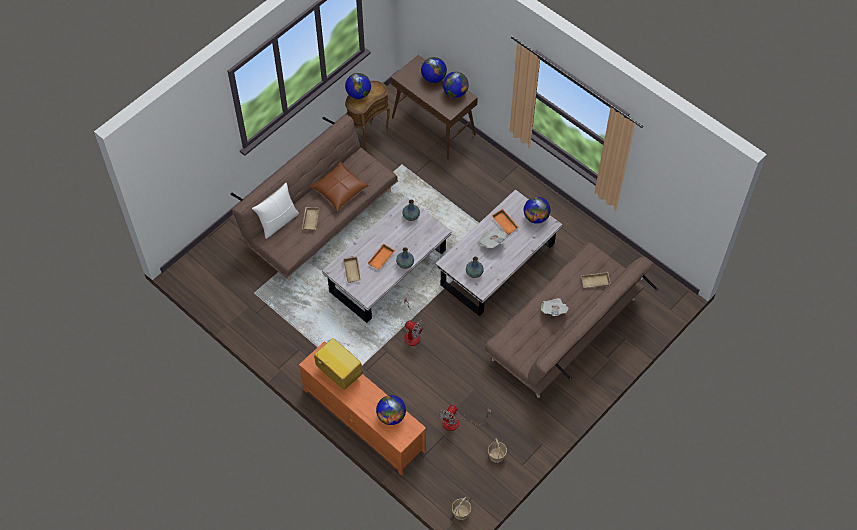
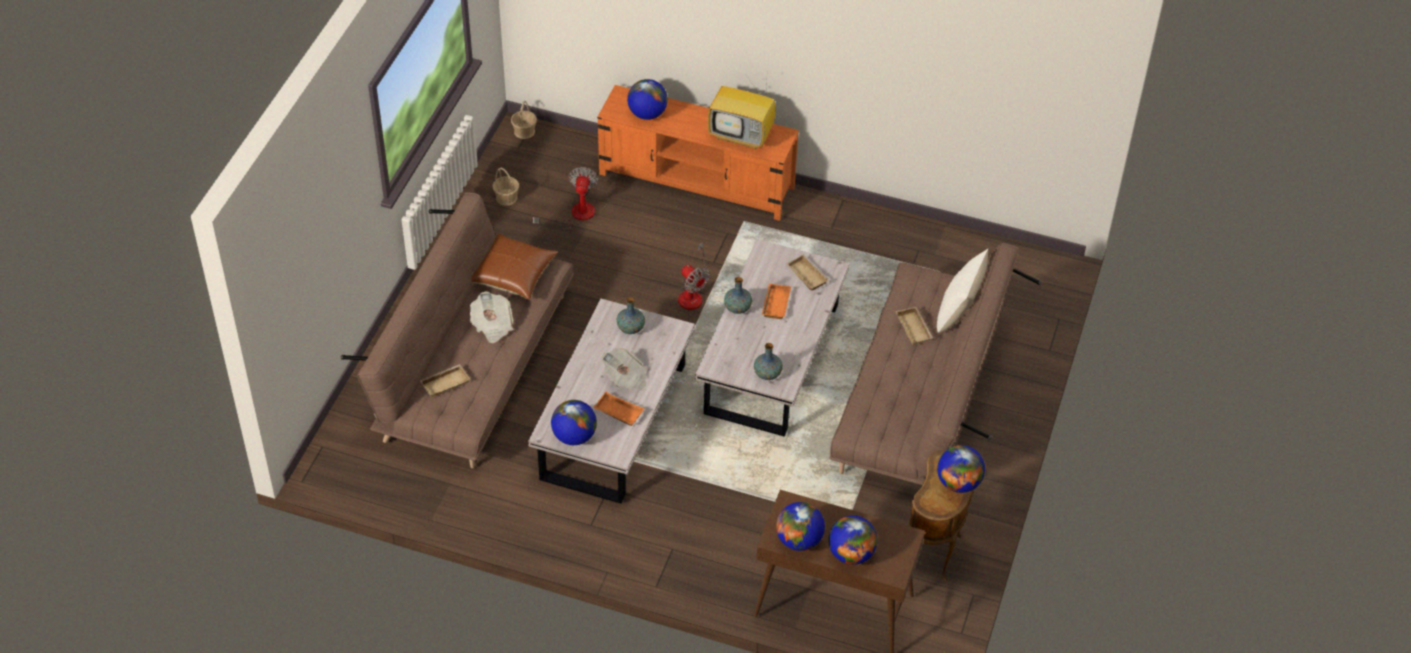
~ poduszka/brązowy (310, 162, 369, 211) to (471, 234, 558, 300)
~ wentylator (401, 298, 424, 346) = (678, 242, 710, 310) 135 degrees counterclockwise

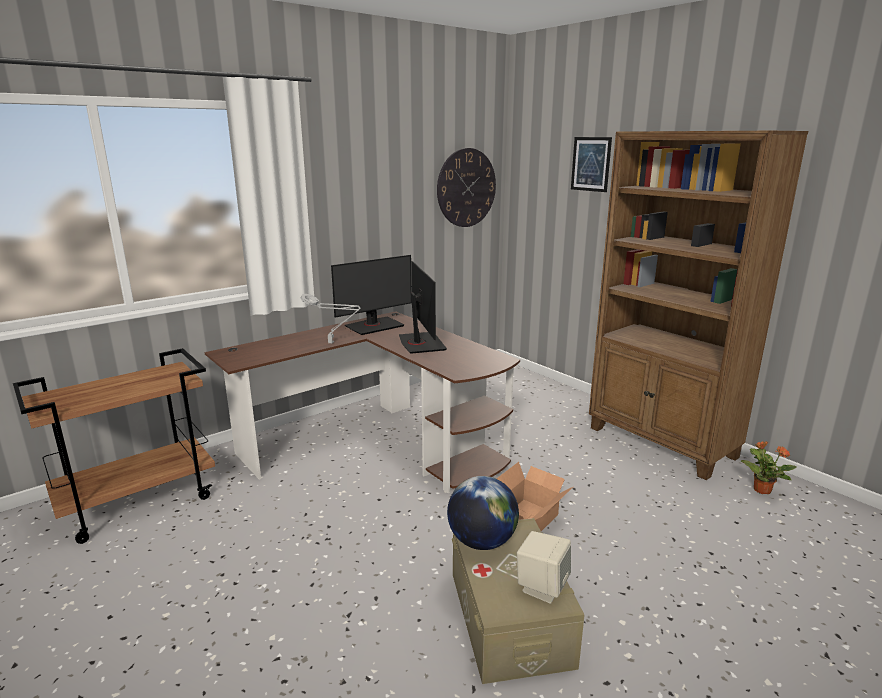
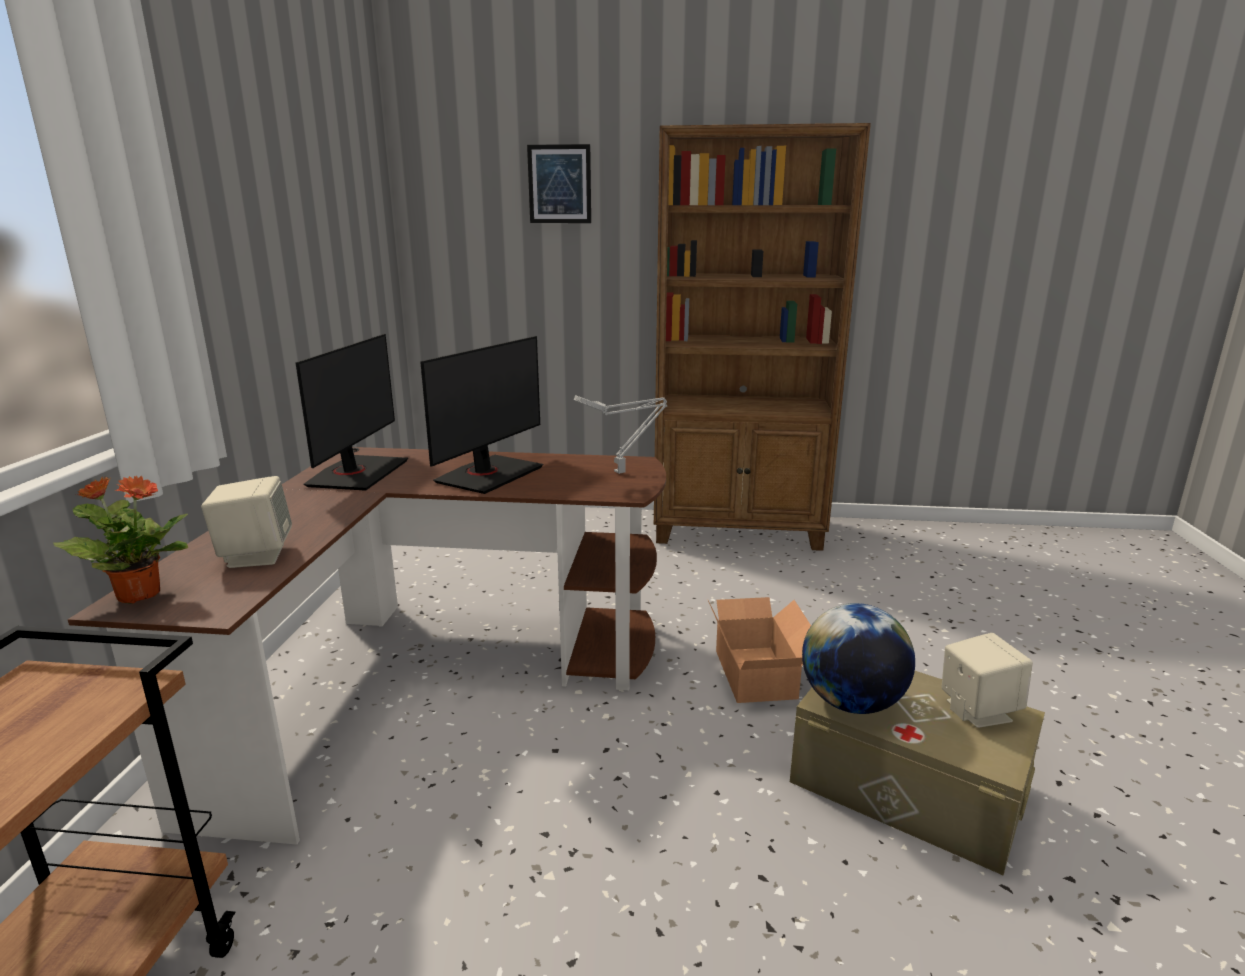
- zegar ścienny (437, 148, 496, 227)
~ monitor (399, 261, 447, 354) = (420, 336, 544, 494) 90 degrees clockwise
~ lampa stołowa/szary (300, 294, 361, 343) to (574, 395, 667, 474)
~ roślina doniczkowa (741, 441, 797, 494) to (53, 476, 188, 604)
+ głośnik/beżowy (201, 476, 292, 568)

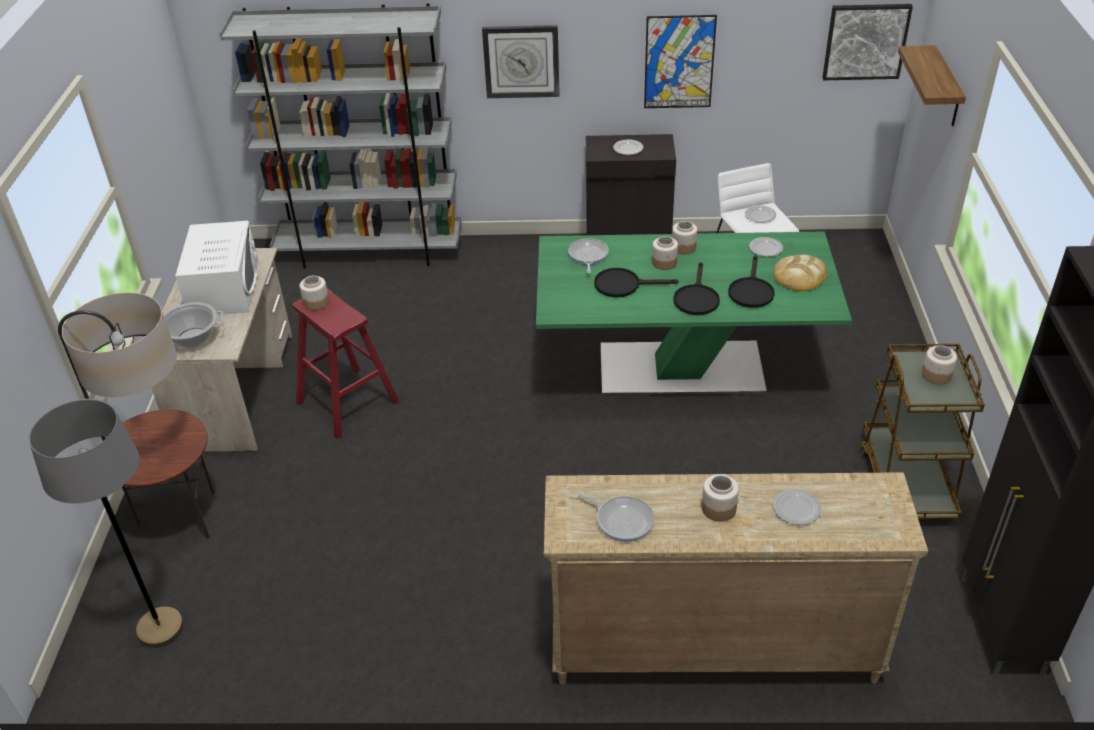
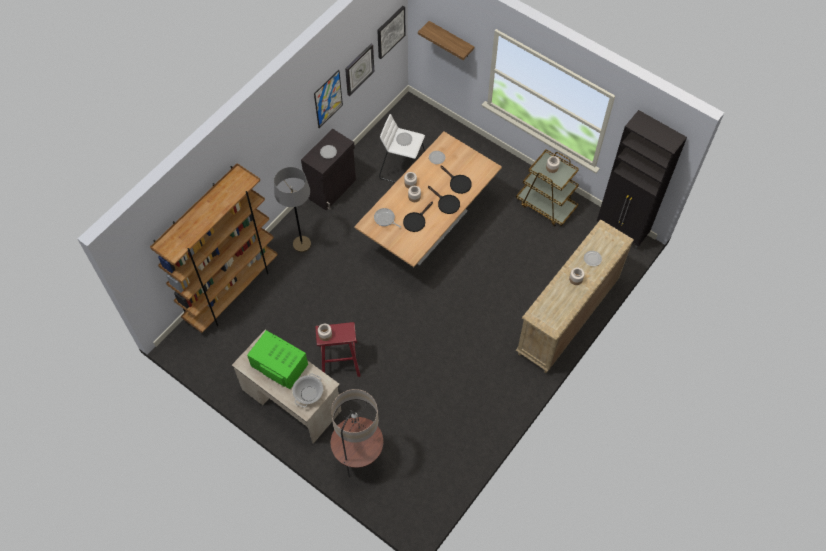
~ regał/szary (219, 3, 461, 268) to regał/brązowy (150, 163, 278, 333)
~ zegar ścienny (482, 25, 560, 98) to (345, 44, 374, 96)
~ mikrofalówka/biały (175, 221, 259, 315) to mikrofalówka/zielony (247, 330, 308, 389)
~ stół jadalny/zielony (536, 231, 852, 396) to stół jadalny/beżowy (354, 132, 502, 267)
- chleb (773, 255, 828, 291)
~ lampa stojąca/szary (29, 399, 184, 648) to (274, 167, 312, 253)
- patelnia (577, 491, 655, 542)

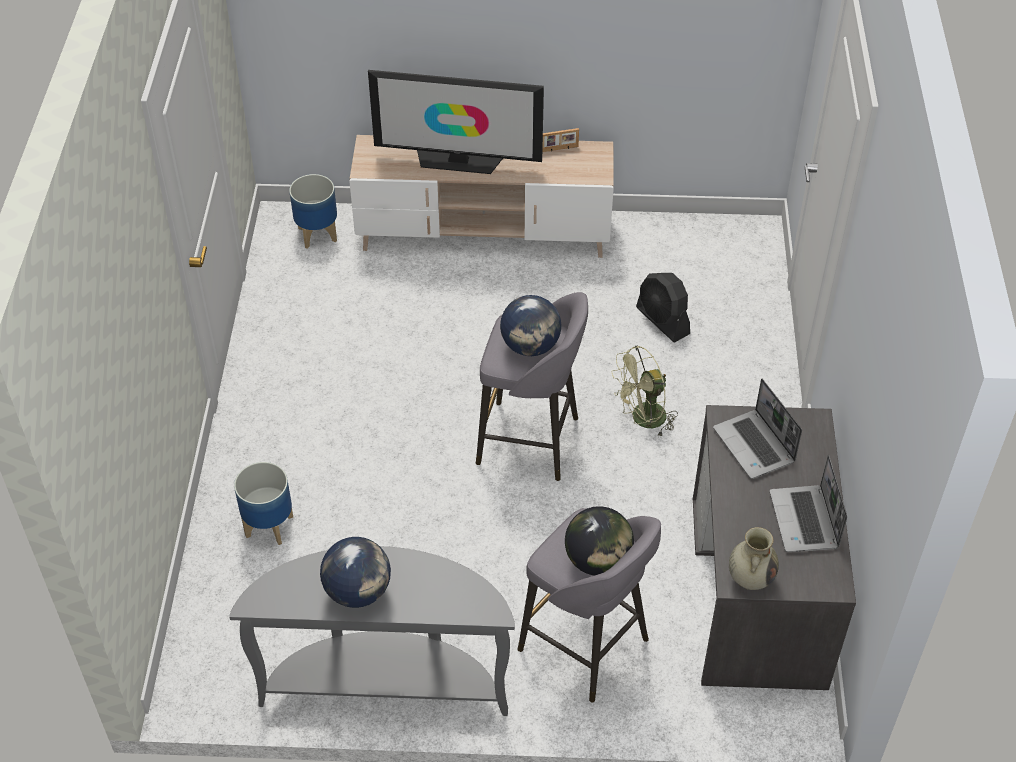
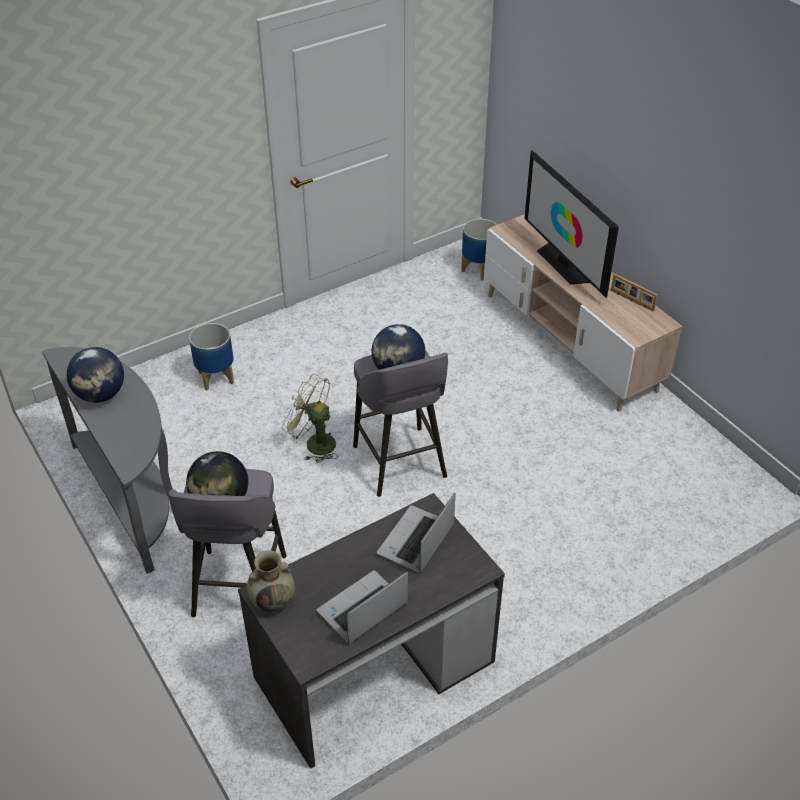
- wentylator/czarny (636, 273, 690, 342)
~ wentylator/zielony (612, 345, 678, 437) to (282, 374, 338, 463)

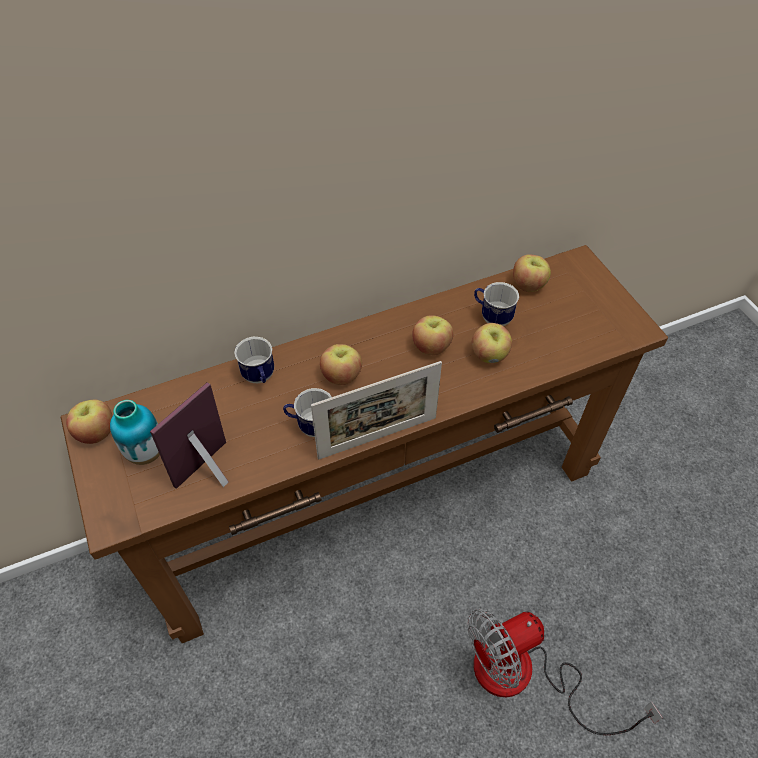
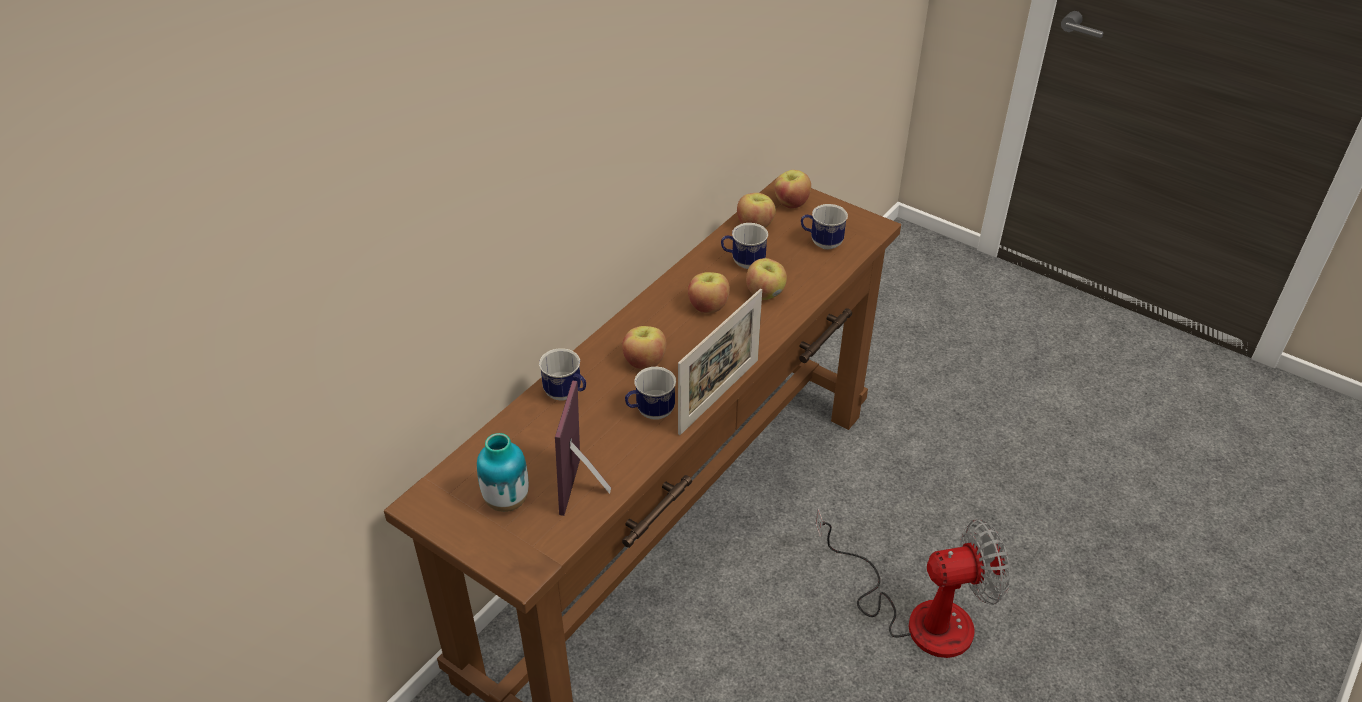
~ jabłko (66, 400, 112, 444) to (774, 170, 811, 209)
~ wentylator (468, 609, 663, 735) = (816, 509, 1010, 658) 135 degrees counterclockwise
+ kubek (801, 204, 848, 250)

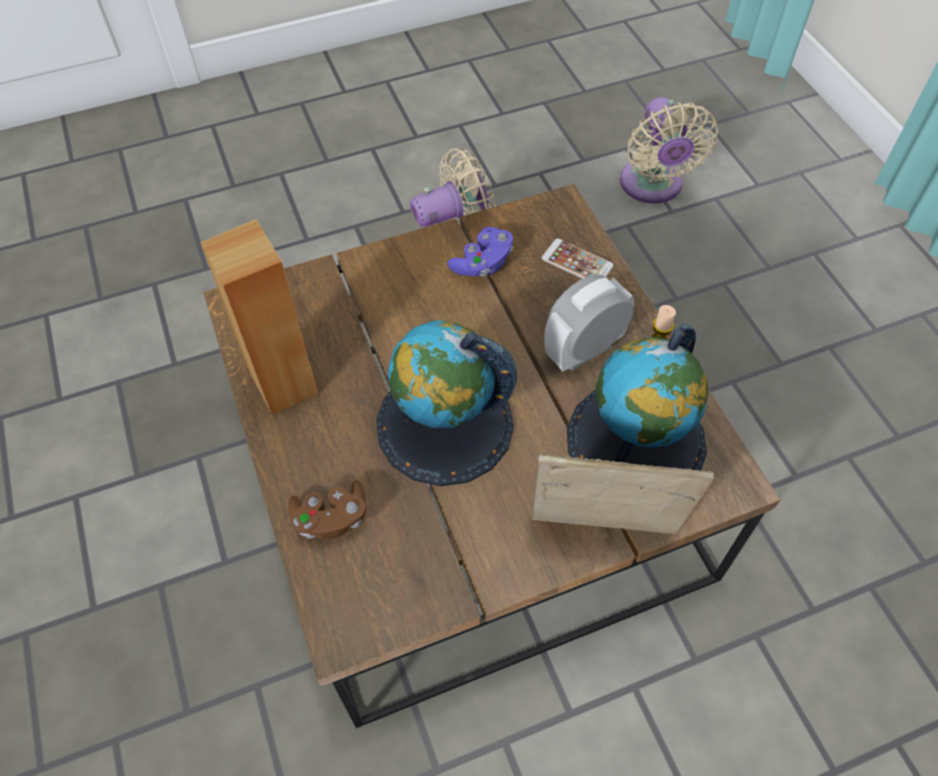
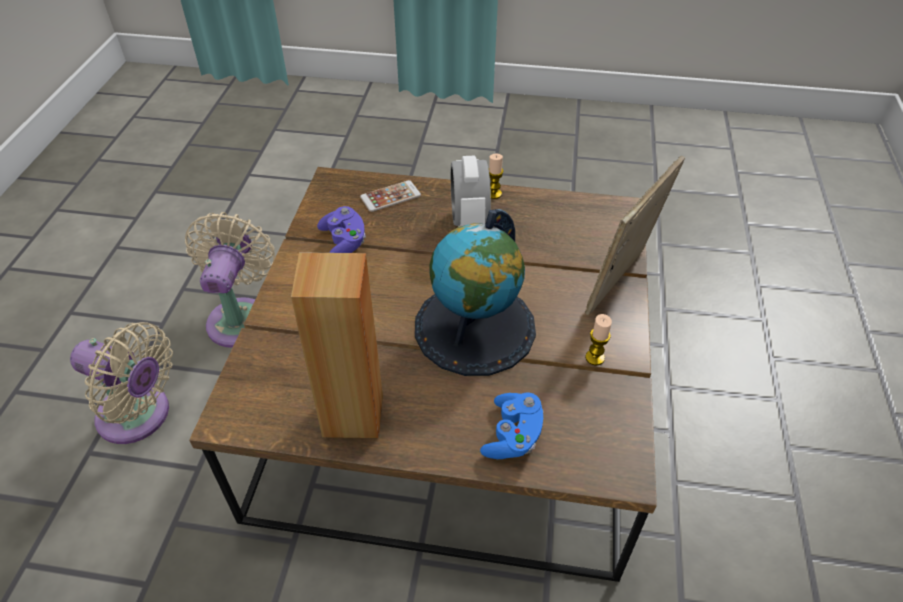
~ wentylator/beżowy (620, 97, 718, 204) to (70, 322, 173, 444)
- globus (567, 324, 708, 471)
~ pad do gier/brązowy (288, 480, 367, 539) to pad do gier/niebieski (480, 392, 544, 459)
+ świeca (585, 314, 612, 365)

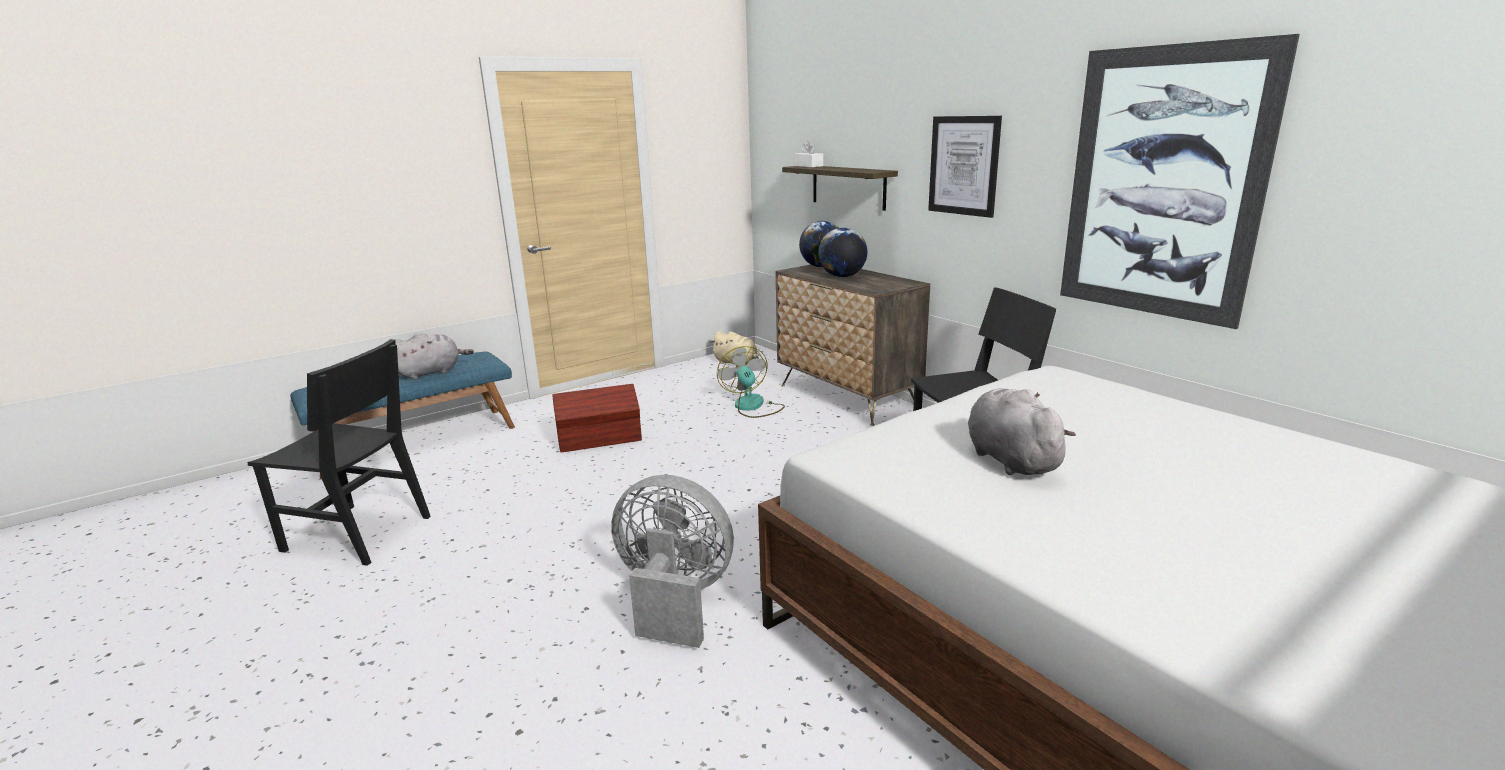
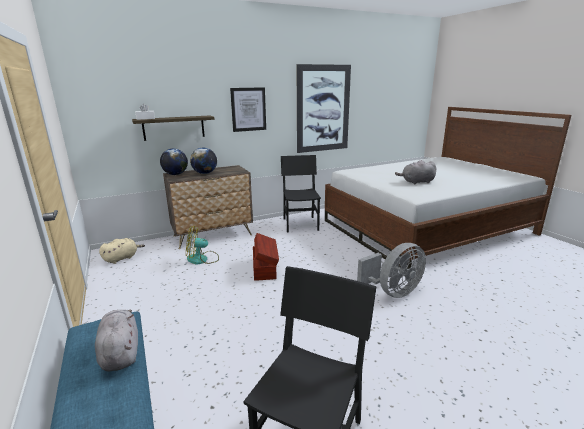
~ pojemnik do przechowywania/brązowy (553, 384, 642, 452) to (253, 233, 279, 281)
~ wentylator/szary (611, 475, 734, 648) = (357, 243, 426, 298) 150 degrees counterclockwise

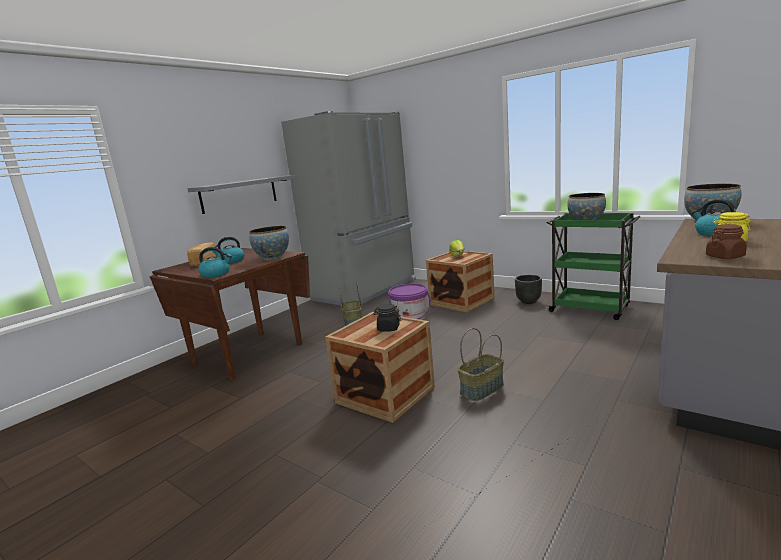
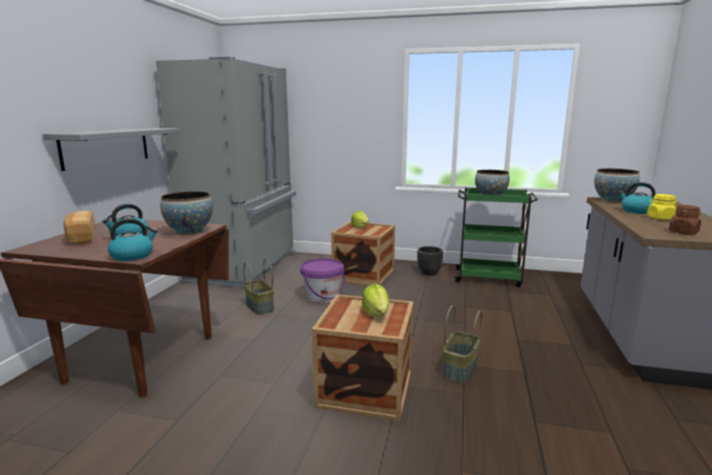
~ słoik/czarny (374, 304, 401, 332) to sałata (362, 284, 389, 317)

